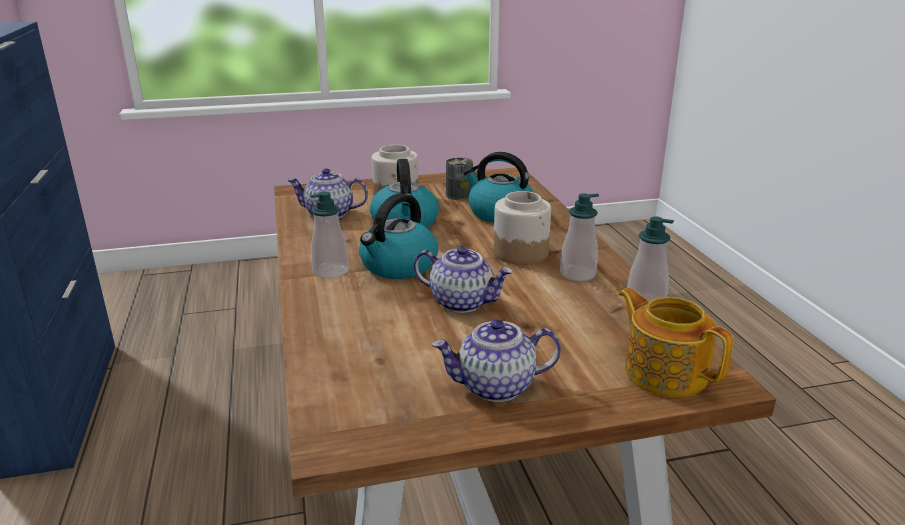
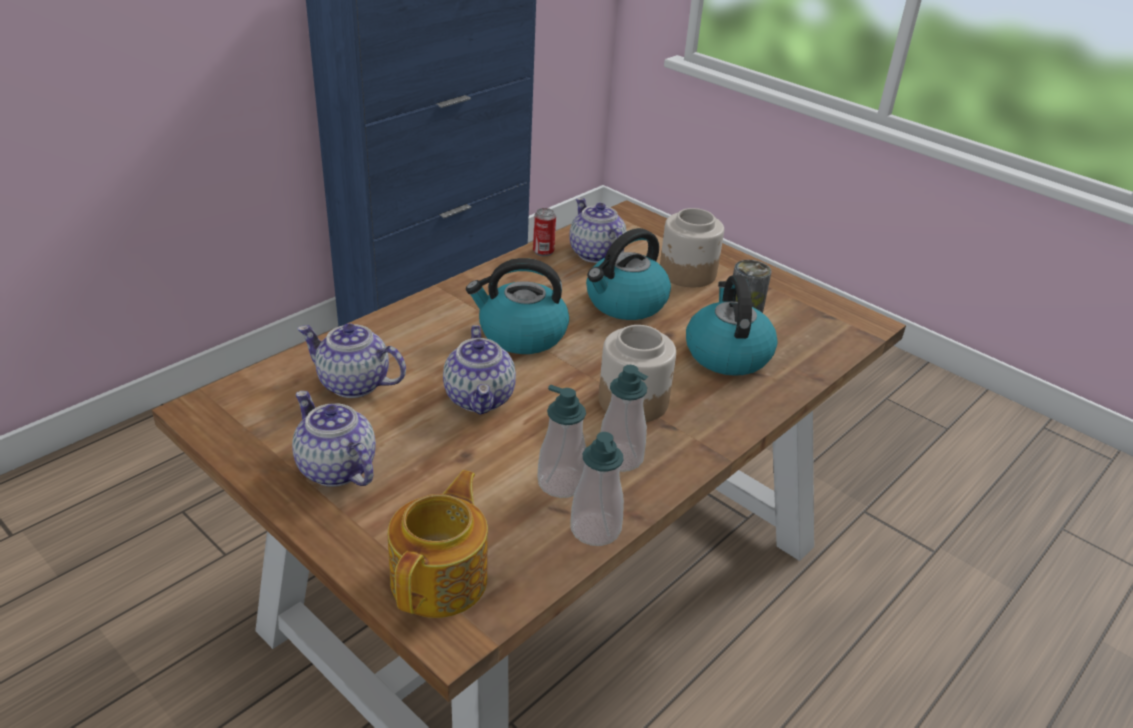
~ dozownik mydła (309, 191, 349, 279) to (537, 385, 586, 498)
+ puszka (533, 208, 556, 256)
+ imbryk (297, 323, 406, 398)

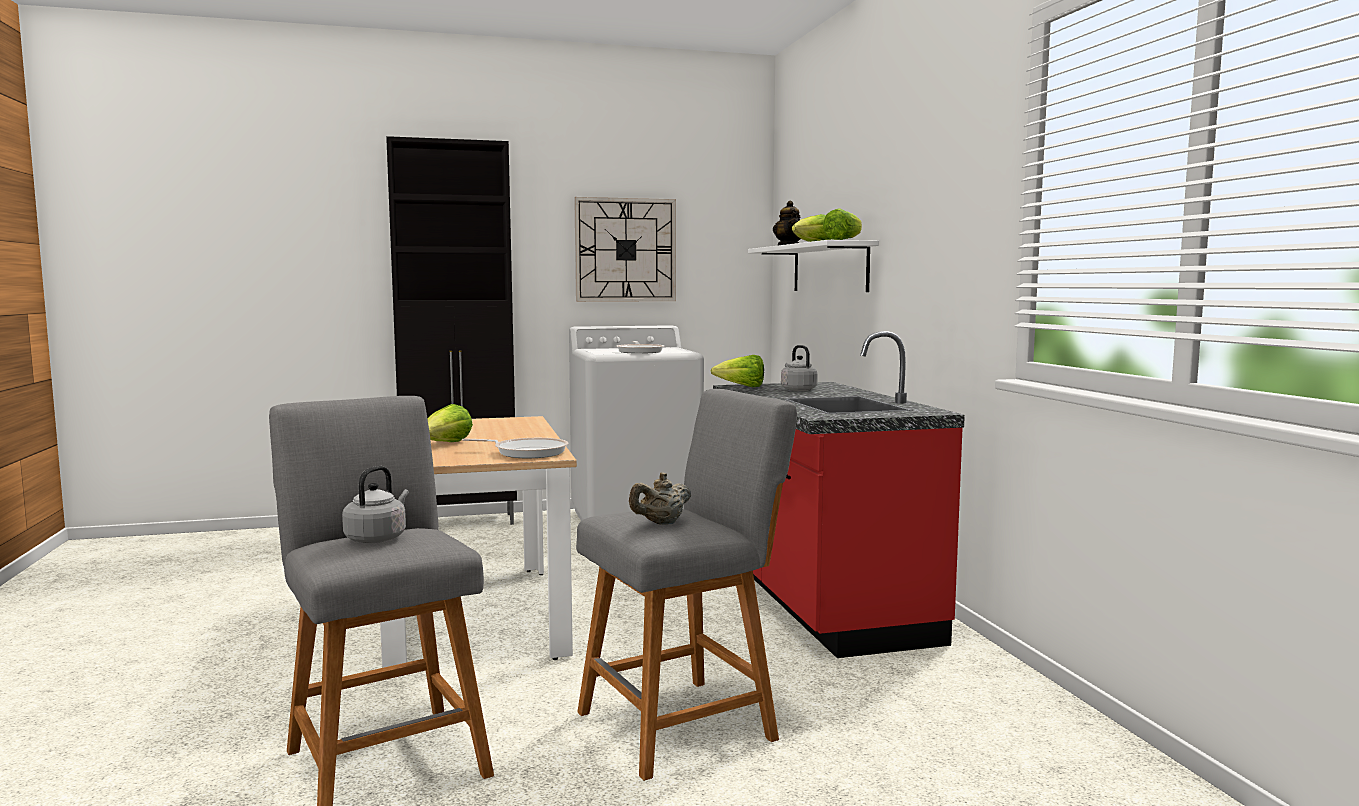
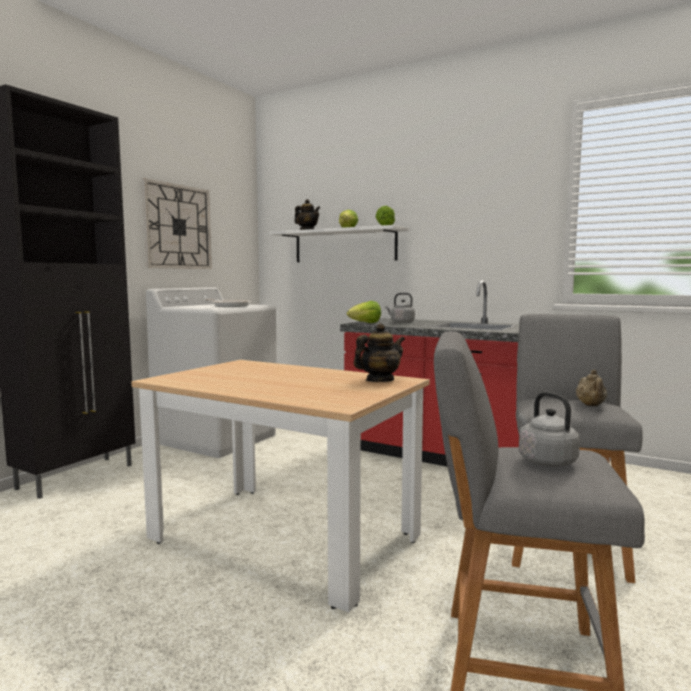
- sałata (427, 404, 473, 442)
~ patelnia (462, 438, 568, 458) to imbryk (354, 323, 405, 382)

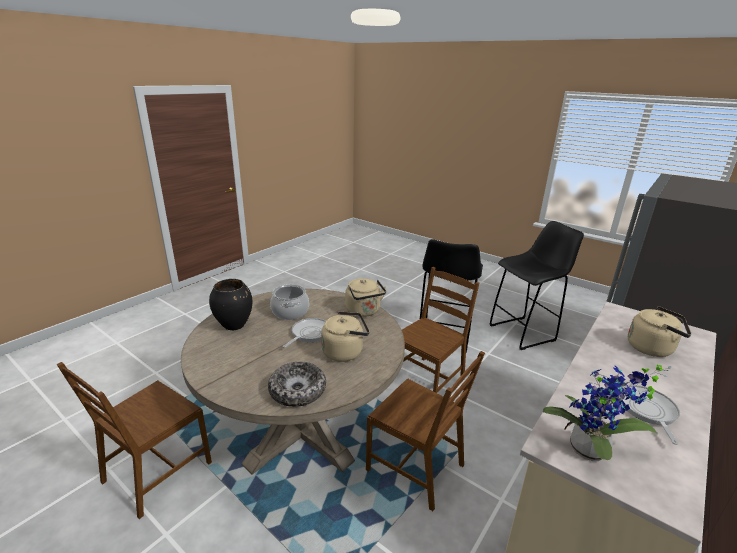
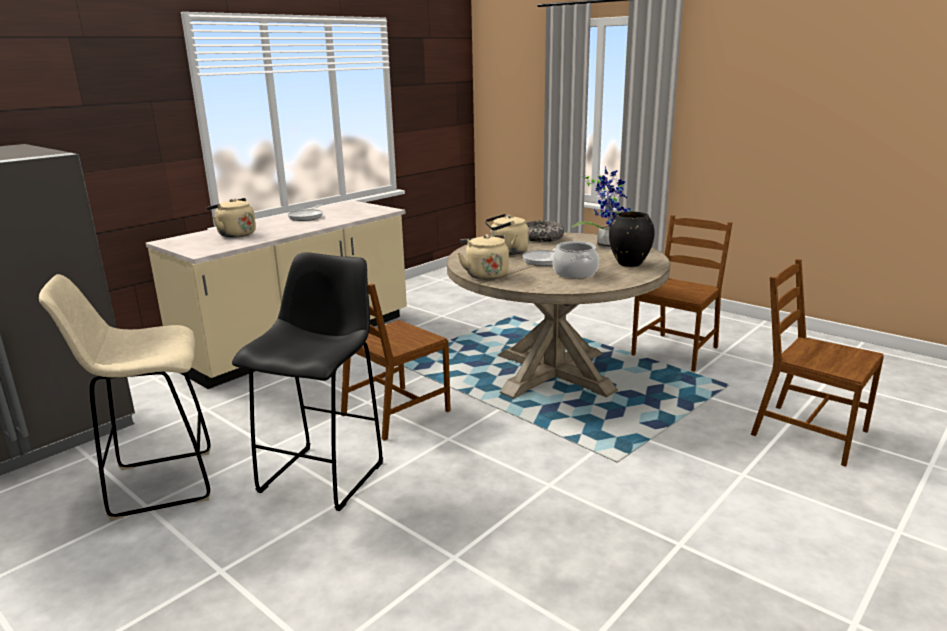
~ stołek/czarny (490, 221, 584, 350) to stołek/beżowy (39, 274, 211, 520)
~ krzesło/brązowy (366, 351, 485, 511) to (751, 259, 884, 467)
~ roślina doniczkowa (543, 365, 672, 461) to (571, 167, 630, 249)

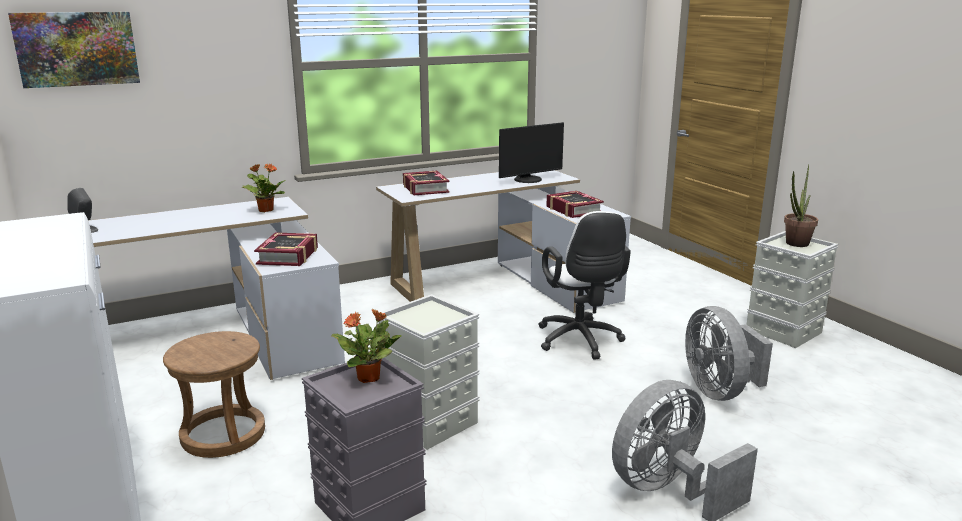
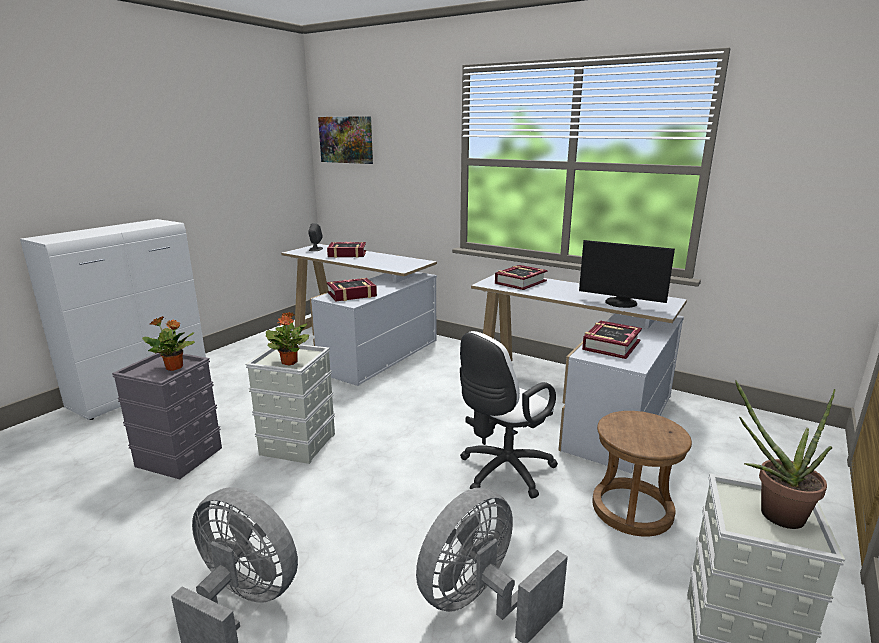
~ roślina doniczkowa (242, 164, 285, 212) to (266, 312, 309, 365)
~ stołek/brązowy (163, 331, 265, 458) to (592, 411, 692, 537)
+ książka (327, 242, 366, 258)

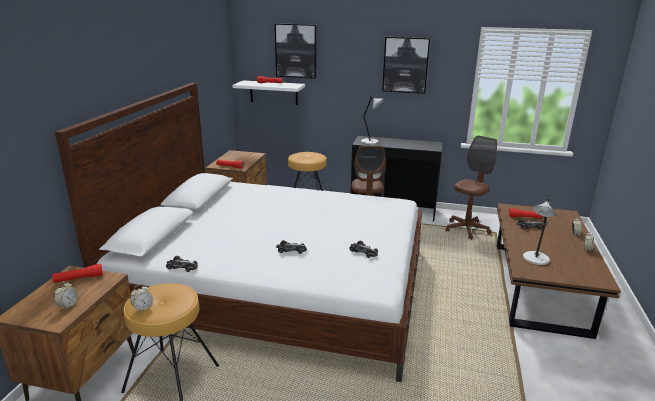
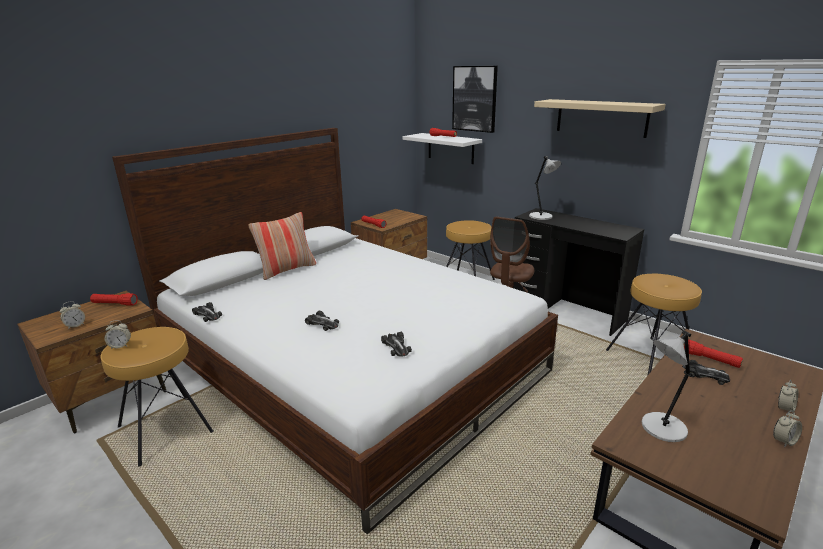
~ obraz (382, 37, 430, 94) to półka/beżowy (534, 99, 666, 138)
~ krzesło biurowe/brązowy (446, 135, 497, 240) to stołek/brązowy (606, 274, 702, 376)
+ poduszka (248, 212, 316, 280)

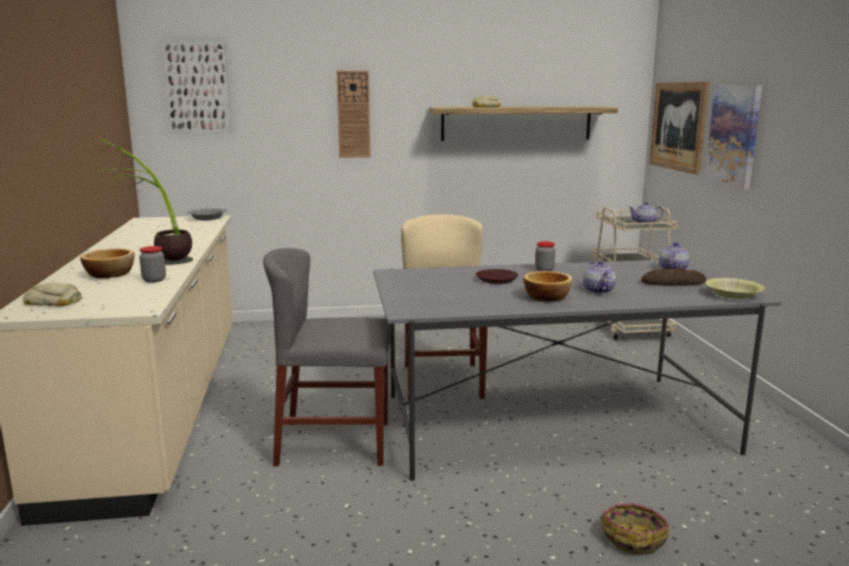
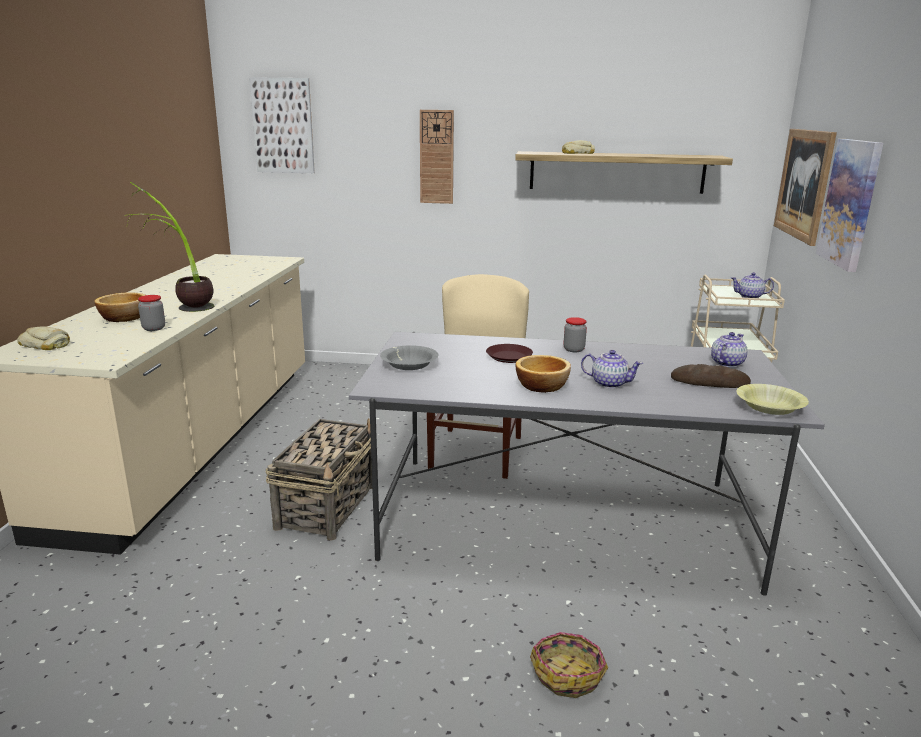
~ miska/szary (186, 208, 227, 220) to (380, 345, 439, 370)
~ krzesło/szary (263, 248, 391, 466) to koszyk (266, 418, 372, 541)
~ imbryk (583, 260, 616, 294) = (581, 350, 643, 388) 105 degrees clockwise

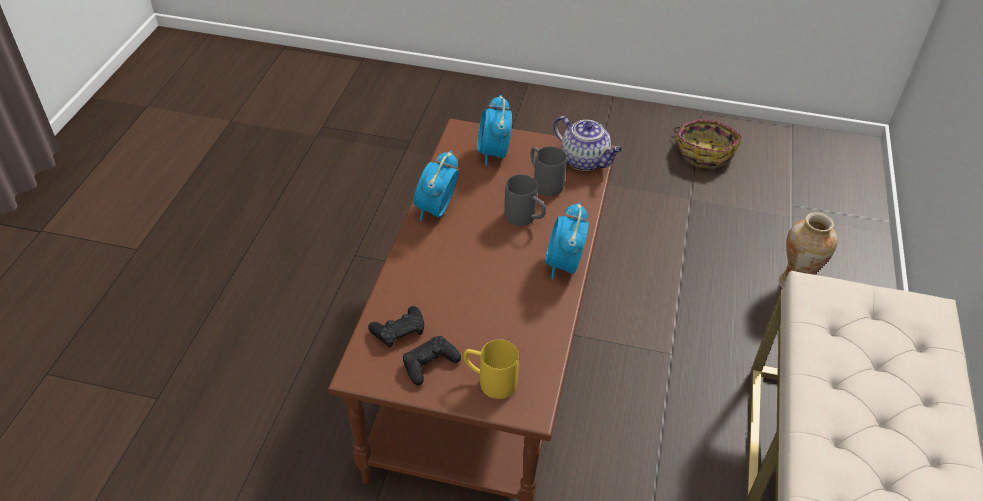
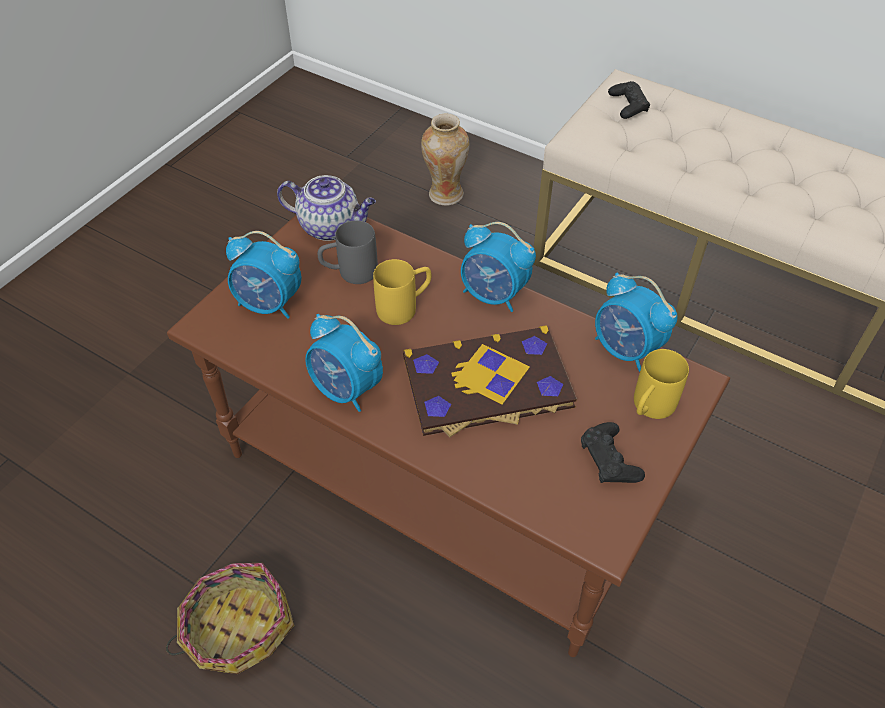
~ imbryk (554, 116, 622, 171) = (277, 175, 376, 241) 45 degrees clockwise
~ koszyk (673, 119, 742, 169) to (166, 563, 294, 674)
~ kubek/szary (504, 174, 546, 226) to kubek/żółty (373, 259, 431, 325)
~ pad do gier/czarny (368, 306, 424, 347) to (608, 81, 650, 119)
+ budzik (595, 272, 678, 372)
+ książka (403, 325, 577, 437)

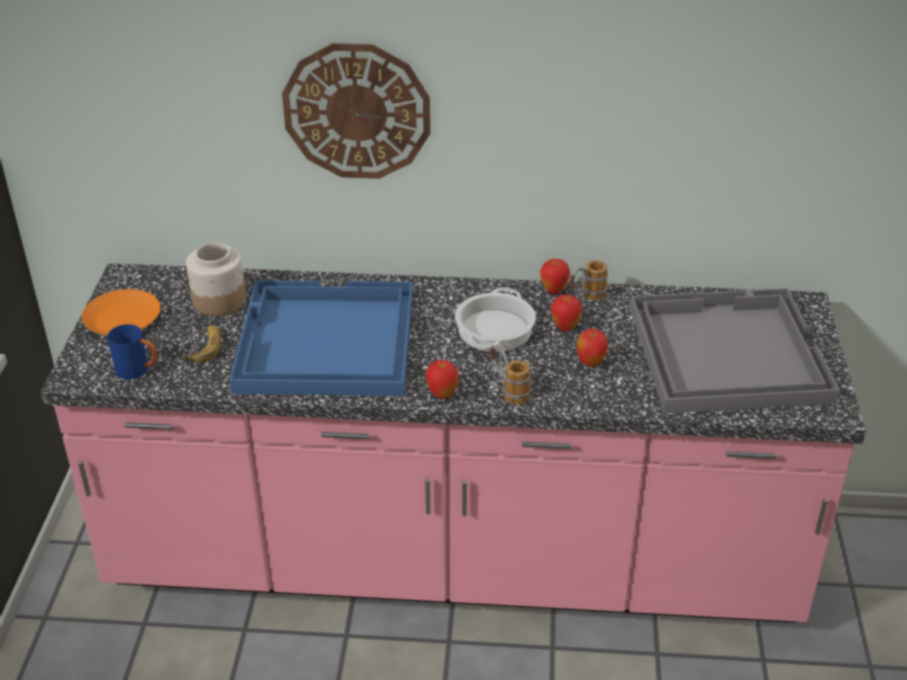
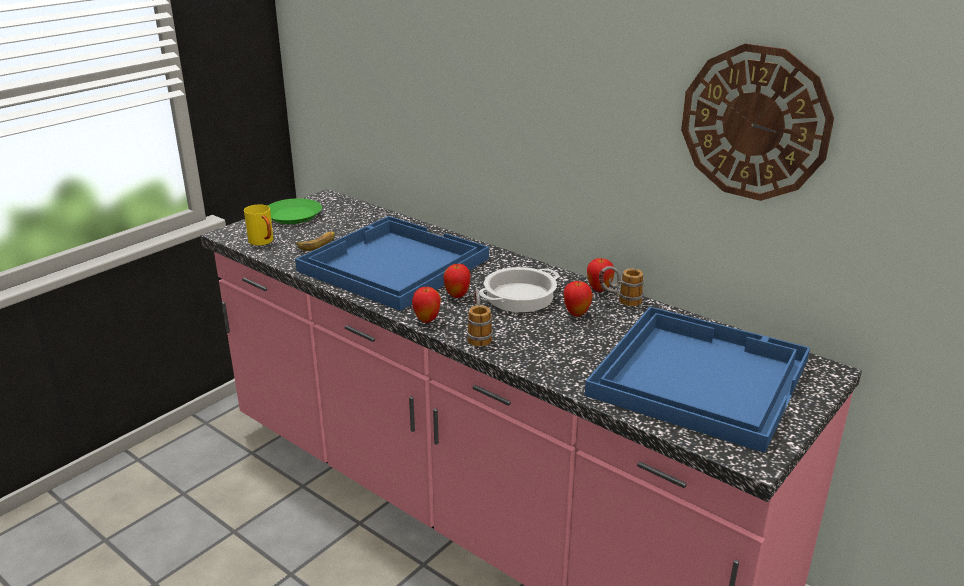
~ zegar ścienny (282, 43, 430, 179) to (681, 43, 834, 201)
- słoik (186, 243, 246, 316)
~ taca/szary (630, 288, 840, 413) to taca/niebieski (585, 307, 810, 453)
~ talerz/pomarańczowy (82, 289, 160, 335) to talerz/zielony (268, 198, 322, 224)
~ kubek/niebieski (107, 324, 157, 380) to kubek/żółty (244, 204, 273, 245)
~ jabłko (577, 328, 608, 367) to (443, 264, 471, 298)

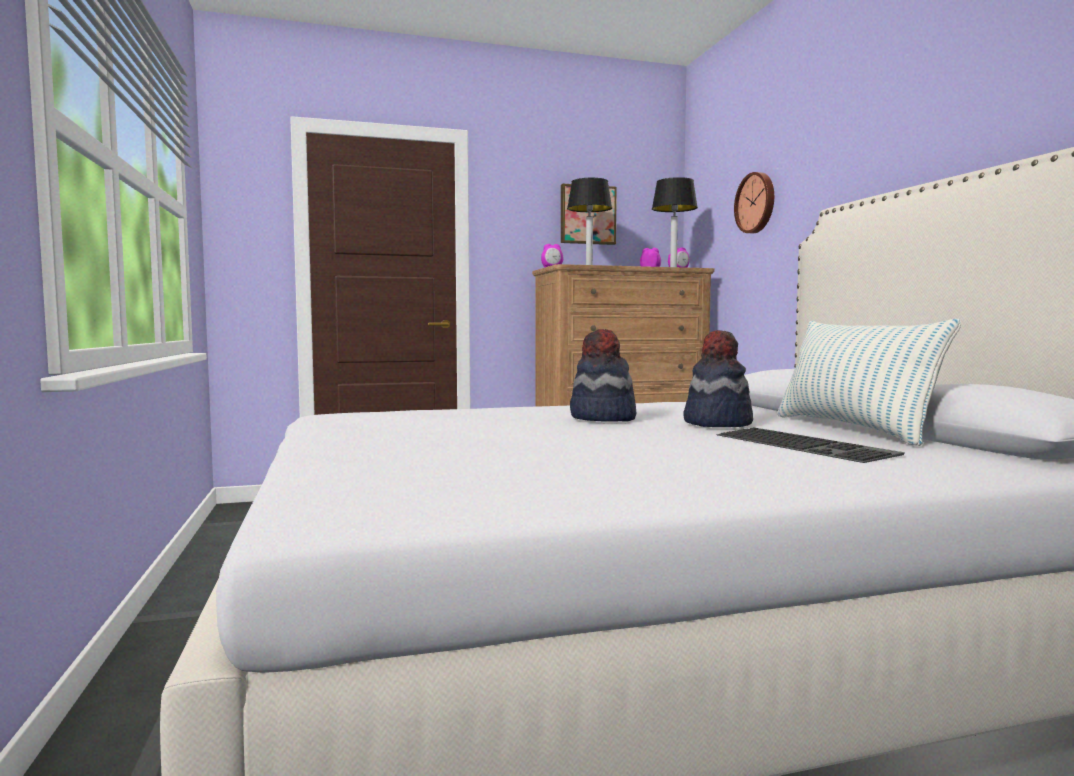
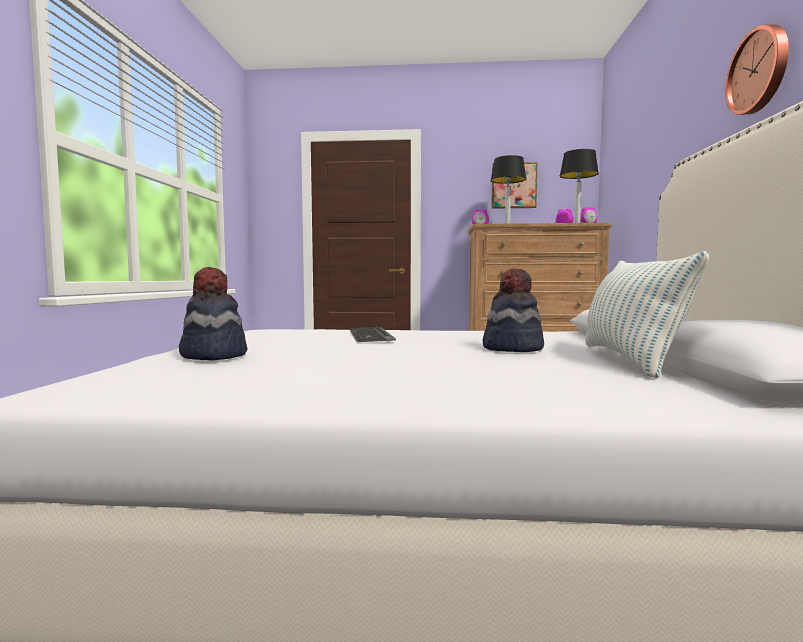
~ zegar ścienny (734, 172, 774, 233) to (725, 24, 789, 115)
~ kapelusz (570, 329, 636, 422) to (179, 267, 247, 360)
~ klawiatura (716, 427, 905, 463) to (349, 327, 396, 342)

